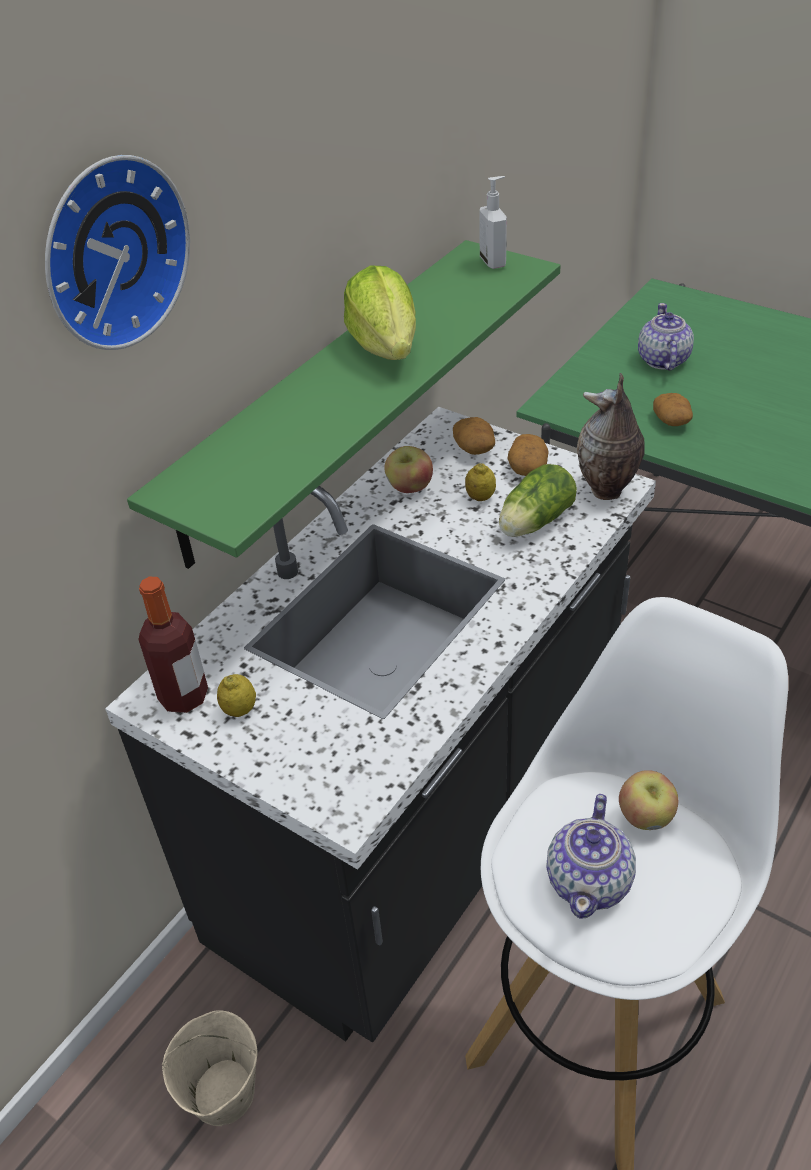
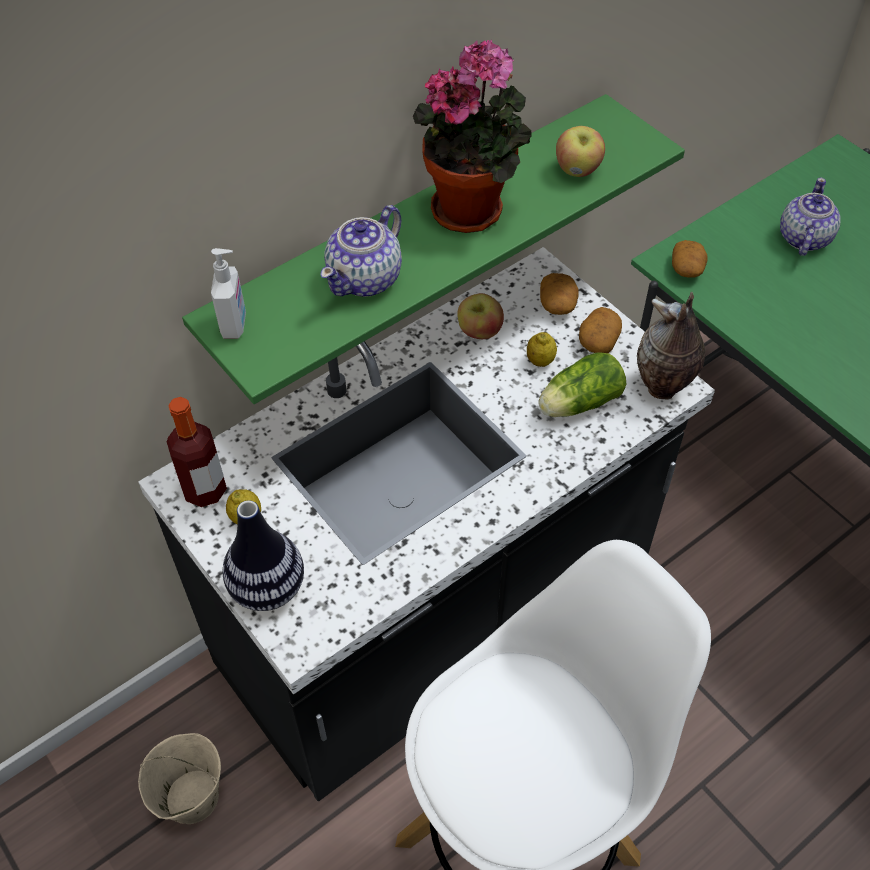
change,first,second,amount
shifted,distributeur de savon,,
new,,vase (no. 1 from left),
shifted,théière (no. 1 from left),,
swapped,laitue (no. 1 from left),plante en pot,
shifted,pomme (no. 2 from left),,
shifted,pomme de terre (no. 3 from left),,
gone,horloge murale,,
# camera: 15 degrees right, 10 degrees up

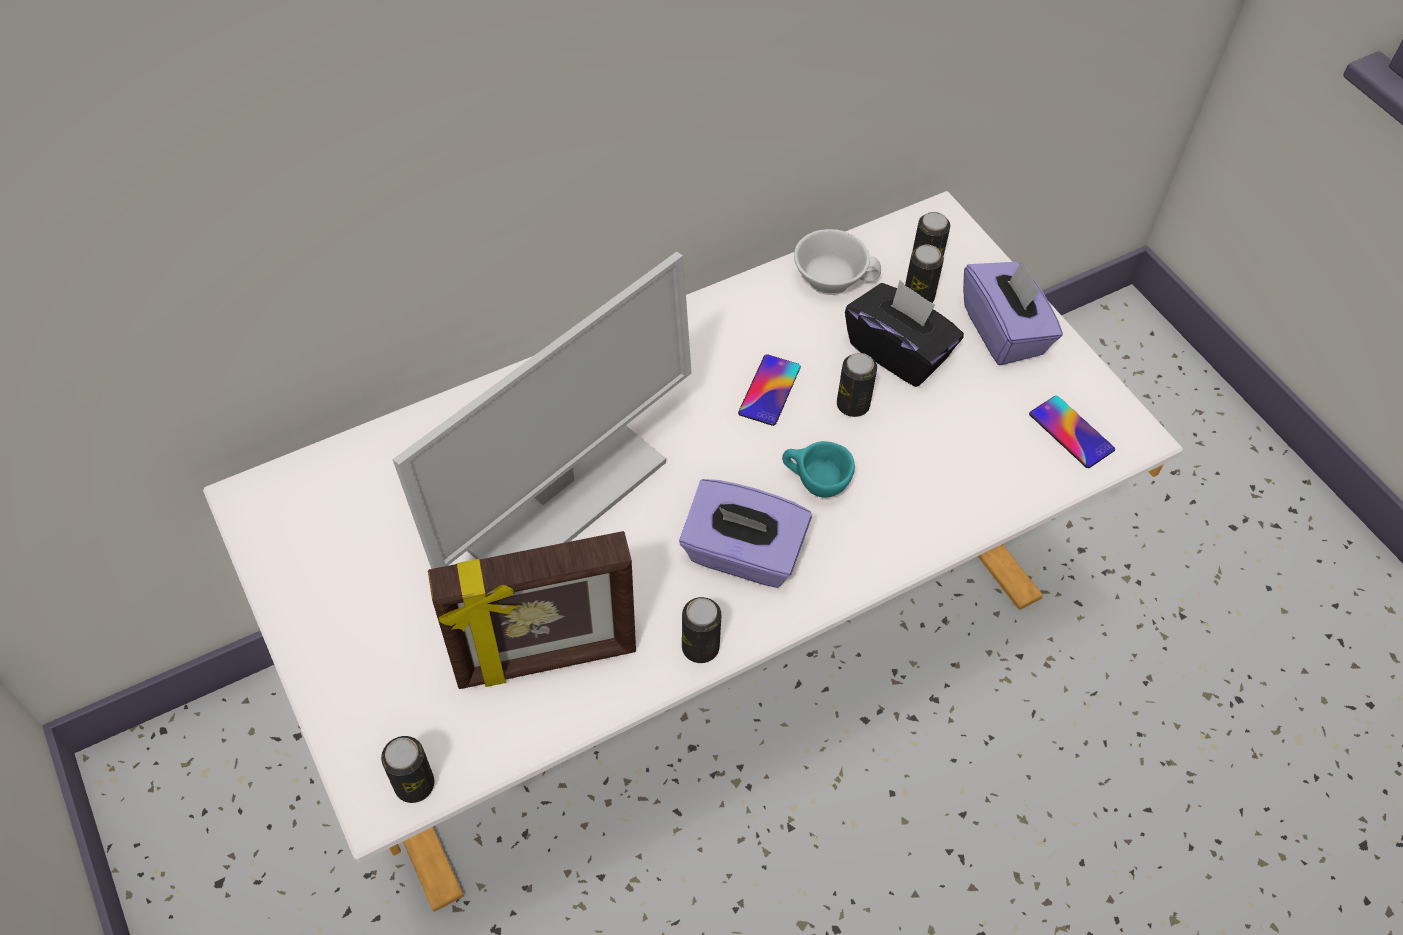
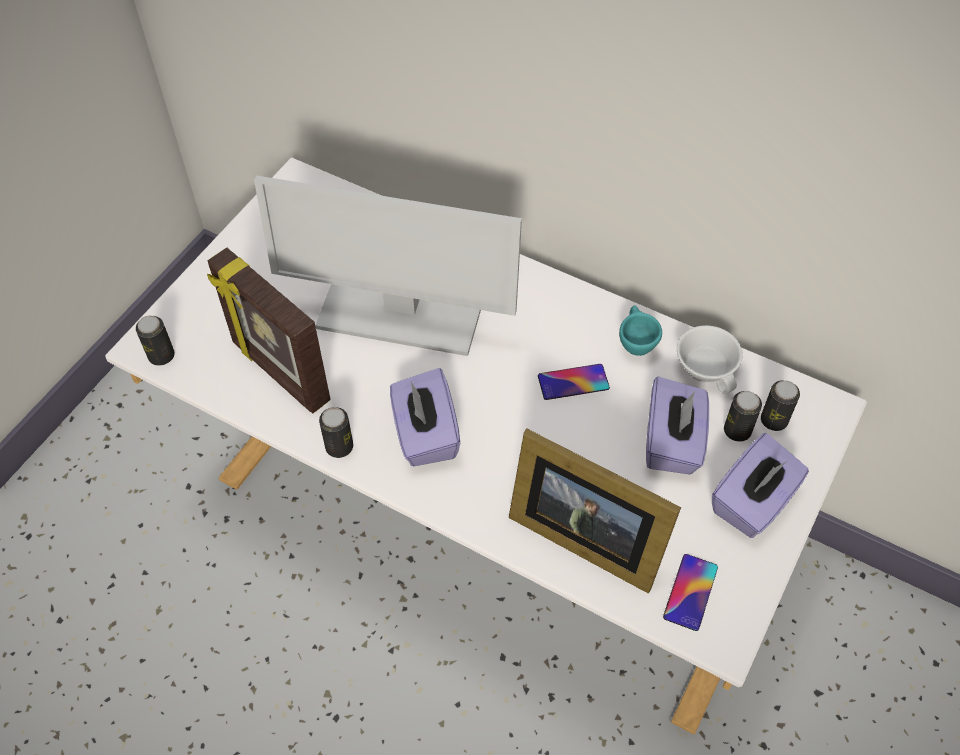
change,first,second,amount
new,,cadre photo (no. 2 from left),
shifted,tasse/turquoise,,
repainted,boîte à mouchoirs/noir,boîte à mouchoirs/violet (no. 2 from left),
gone,boîte métallique (no. 3 from left),,
# camera: 60 degrees right, 0 degrees up

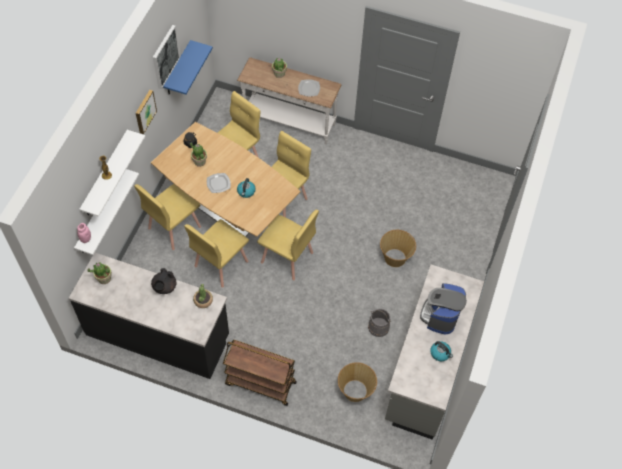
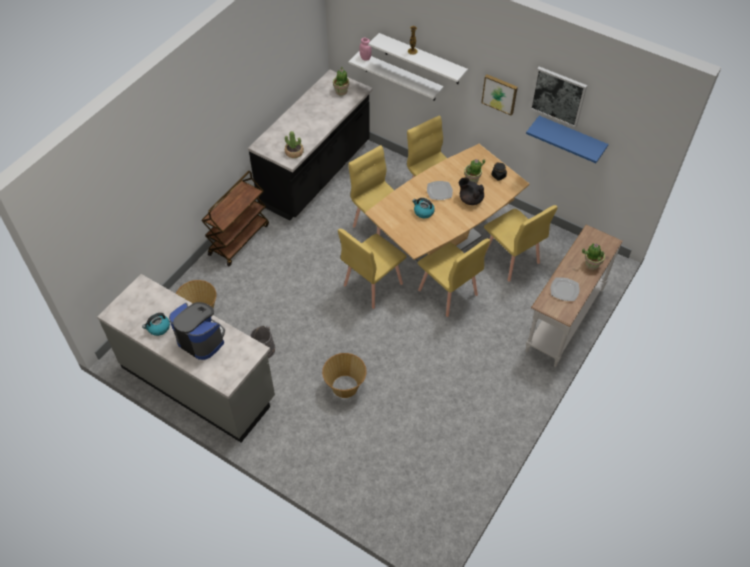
change,first,second,amount
shifted,théière/noir,,
# camera: 105 degrees right, 5 degrees down

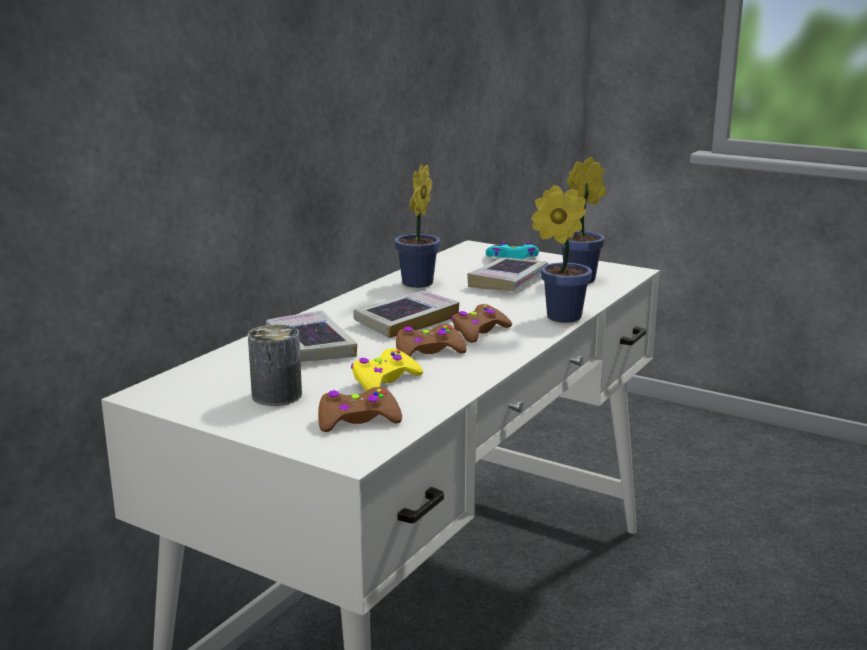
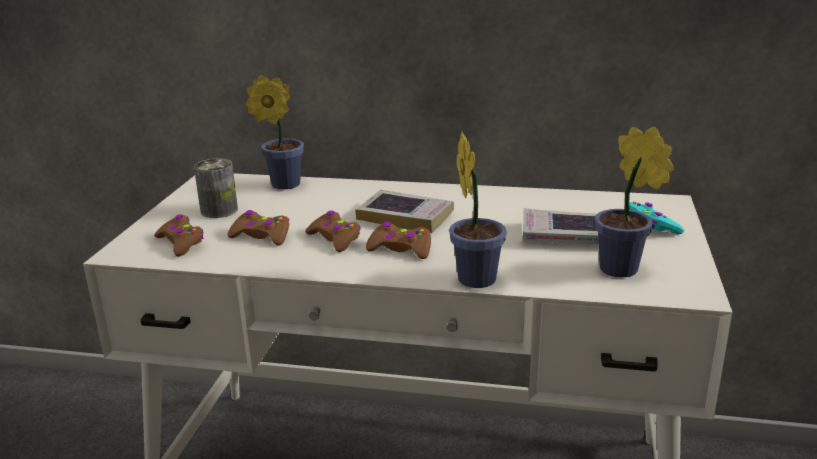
change,first,second,amount
repainted,manette/jaune,manette/marron (no. 2 from left),
shifted,plante en pot (no. 1 from left),,
gone,livre (no. 1 from left),,
# camera: 70 degrees right, 5 degrees up

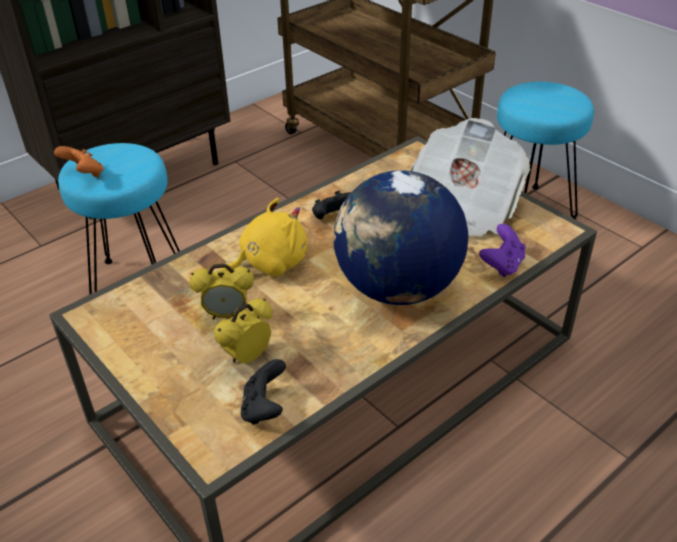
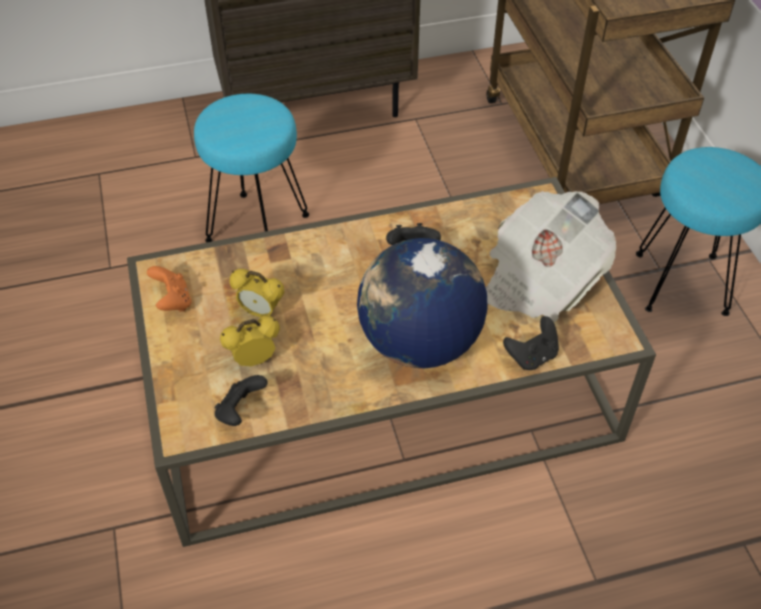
change,first,second,amount
shifted,manette/orange,,
repainted,manette/violet,manette/noir (no. 3 from left),
gone,peluche/jaune,,
# camera: 25 degrees right, 10 degrees up

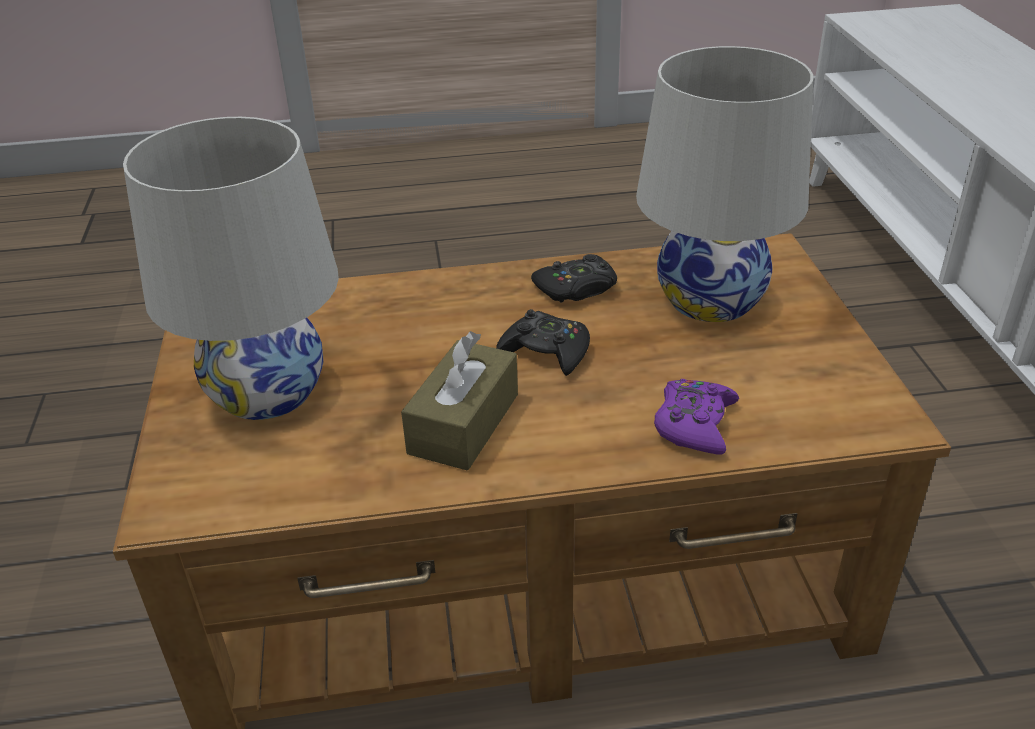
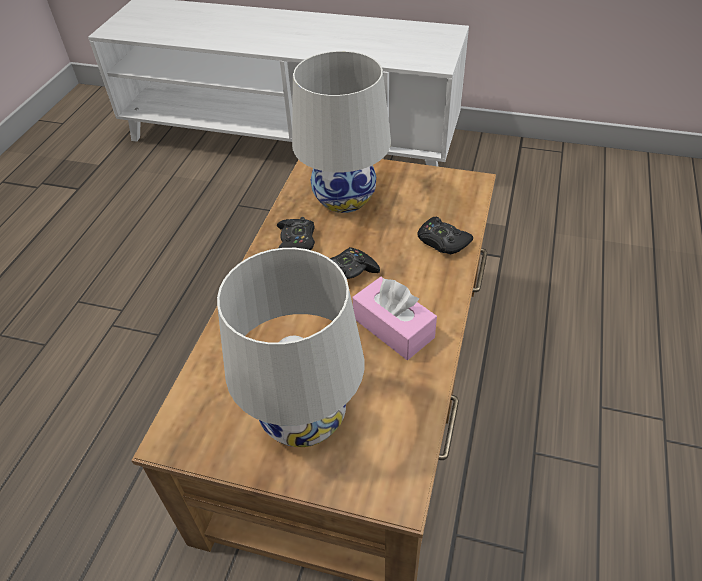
change,first,second,amount
repainted,boîte à mouchoirs/marron,boîte à mouchoirs/rose,
repainted,manette/violet,manette/noir (no. 3 from left),
# camera: 65 degrees left, 10 degrees up

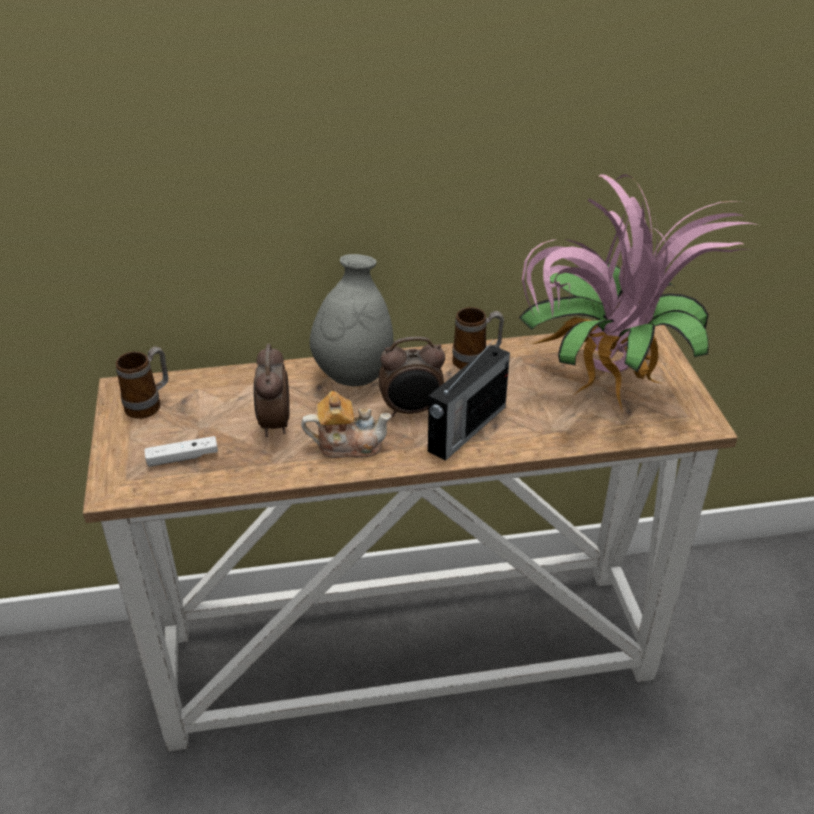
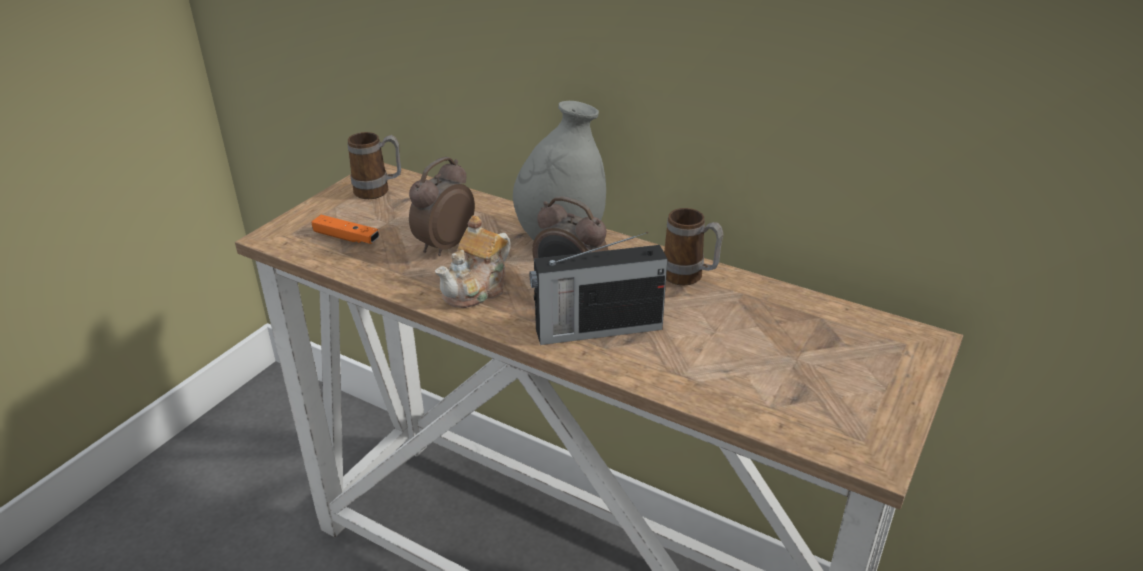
change,first,second,amount
repainted,manette/blanc,manette/orange,
rotated,théière,,90 degrees clockwise
gone,plante en pot,,
# camera: 40 degrees right, 5 degrees down

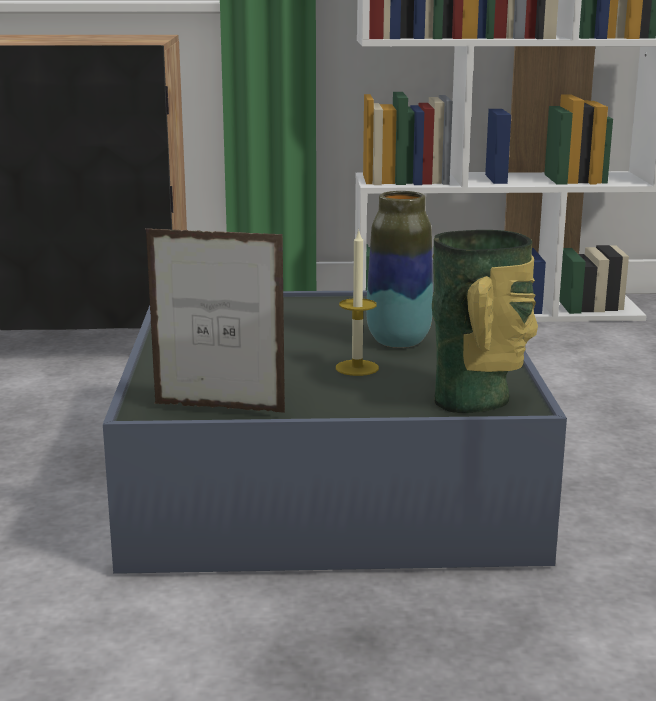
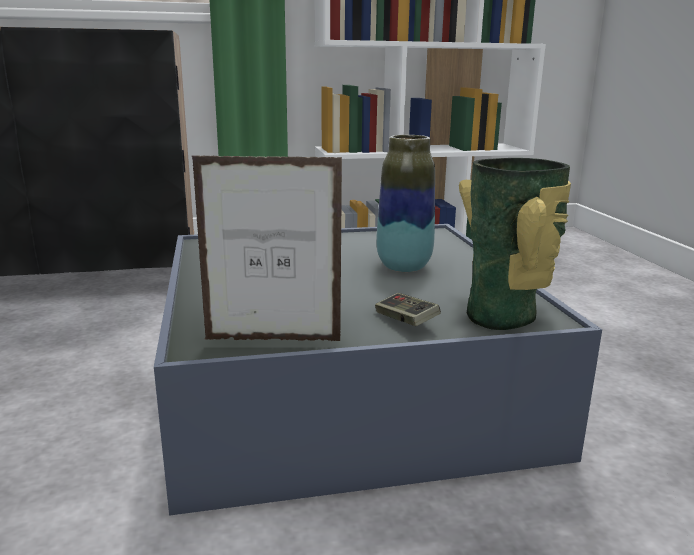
change,first,second,amount
new,,manette,
gone,bougie,,
# camera: 10 degrees left, 0 degrees up

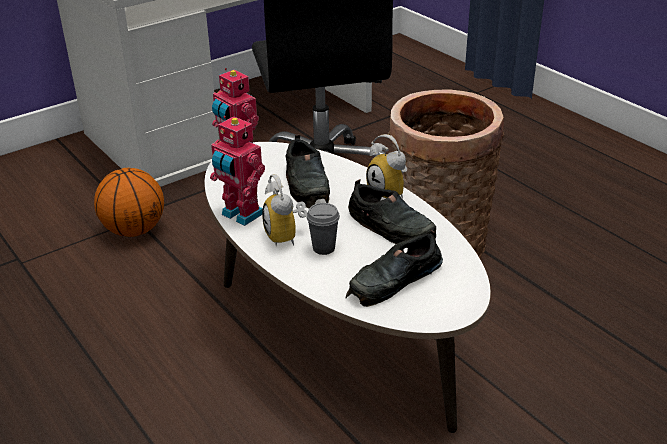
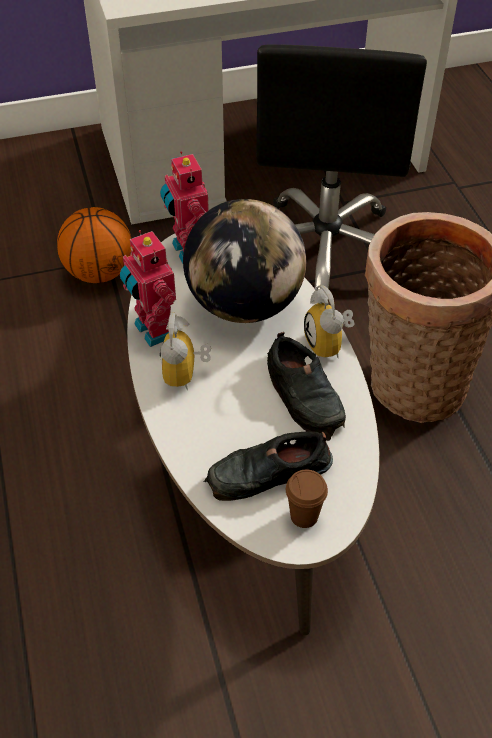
change,first,second,amount
swapped,chaussure/noir (no. 1 from left),globe,
new,,tasse/marron,
gone,tasse/gris,,
# camera: 20 degrees right, 15 degrees up

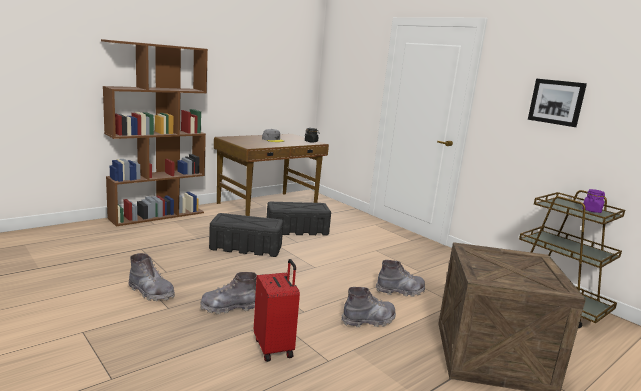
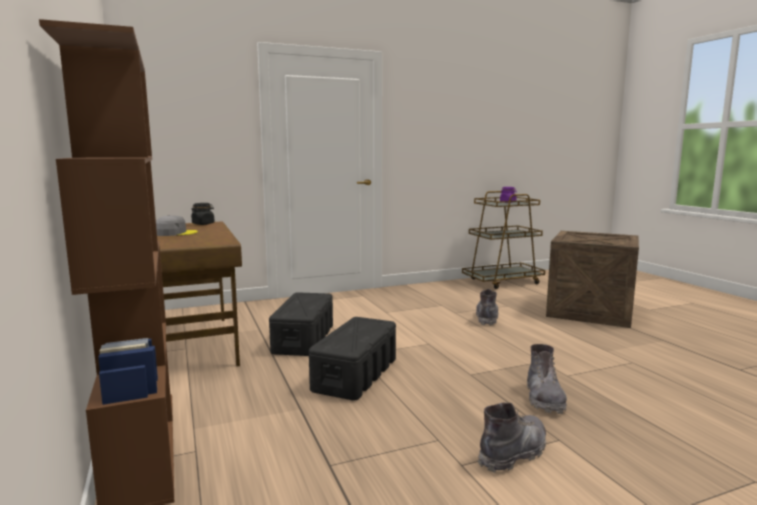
change,first,second,amount
gone,valise/rouge,,
gone,botte/gris (no. 3 from left),,
gone,tableau,,
# camera: 70 degrees left, 5 degrees down

